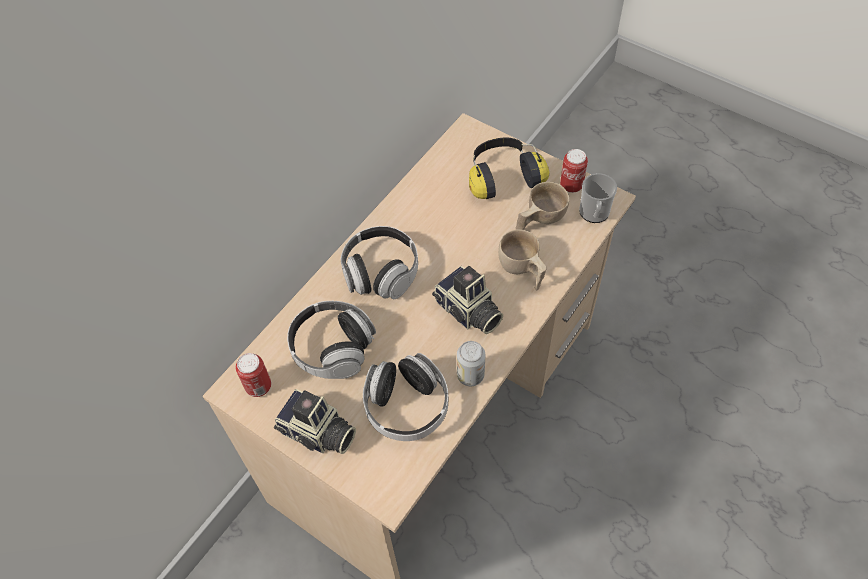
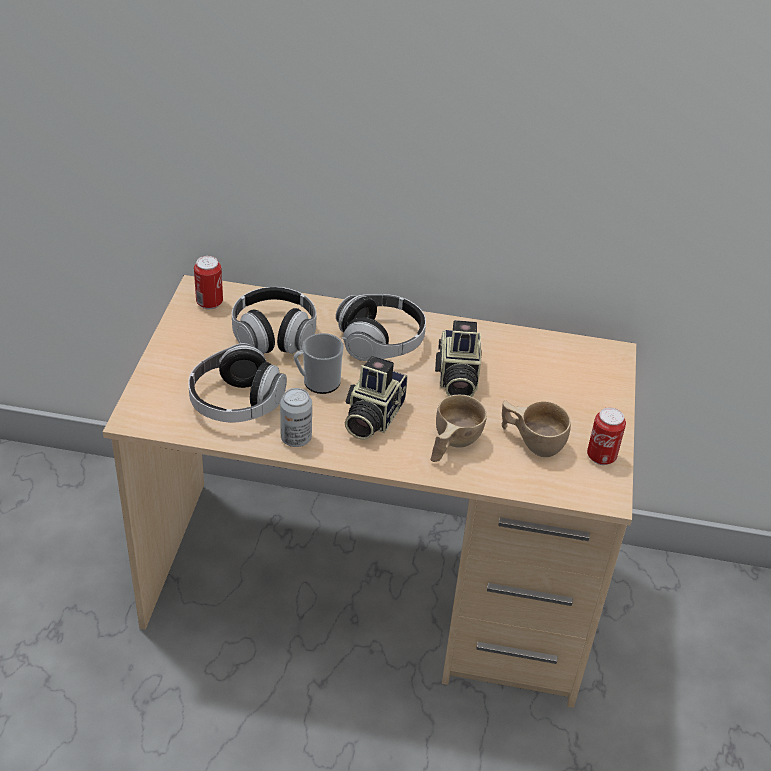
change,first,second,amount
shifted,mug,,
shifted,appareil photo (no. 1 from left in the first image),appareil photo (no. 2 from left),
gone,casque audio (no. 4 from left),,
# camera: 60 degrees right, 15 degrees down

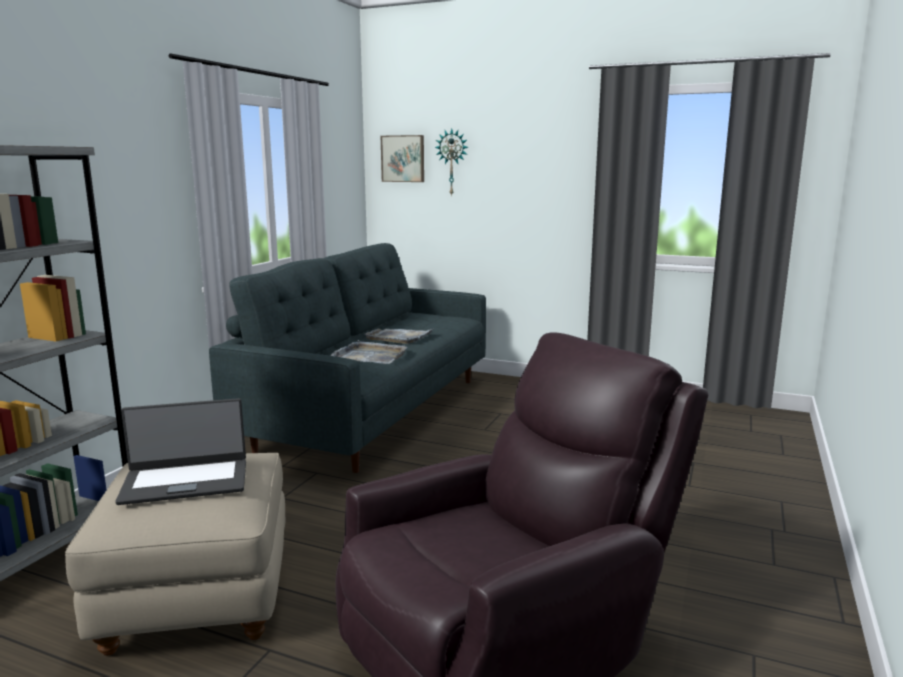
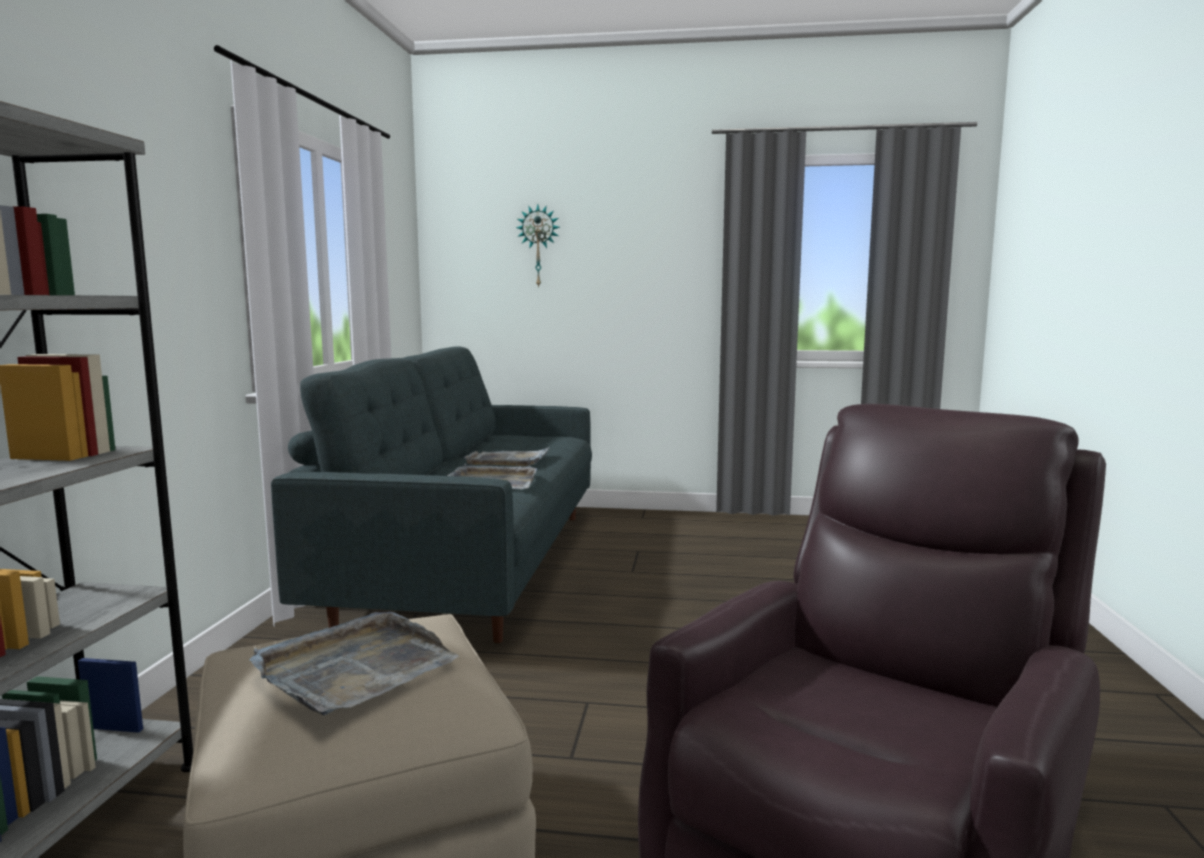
change,first,second,amount
swapped,ordinateur portable,plateau/gris (no. 1 from left),
gone,tableau,,
# camera: 15 degrees left, 5 degrees down

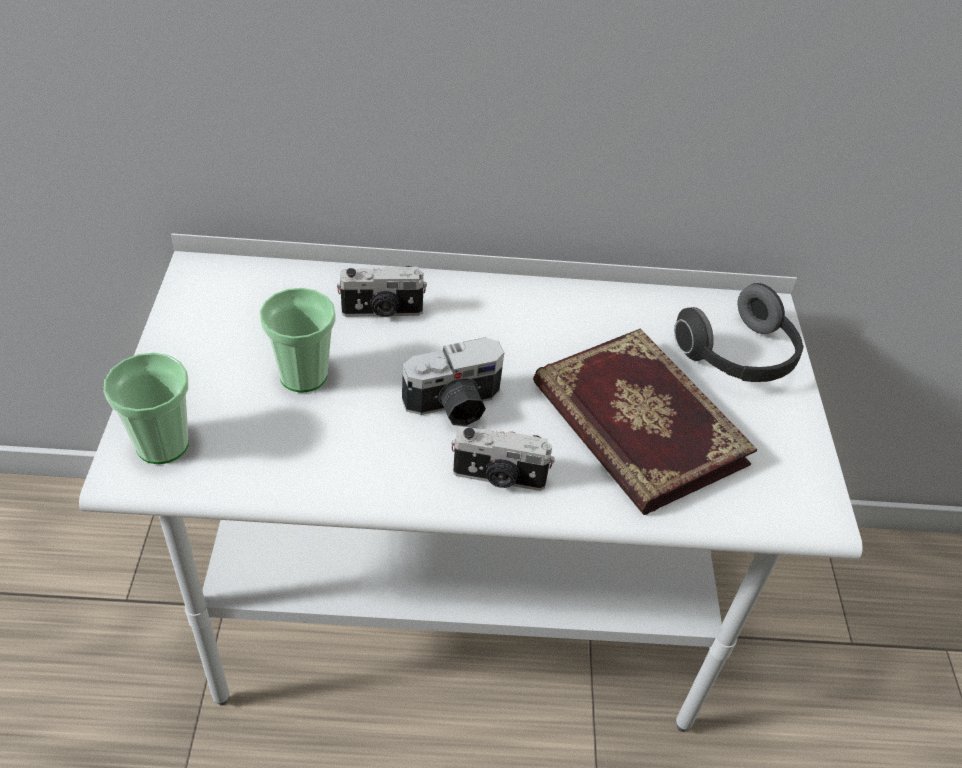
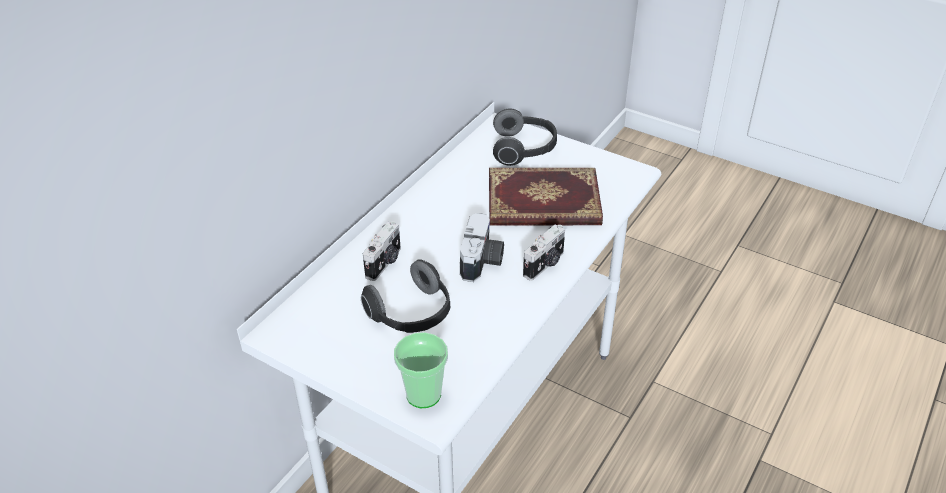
change,first,second,amount
swapped,tasse (no. 2 from left),casque audio (no. 1 from left),
# camera: 55 degrees left, 5 degrees down

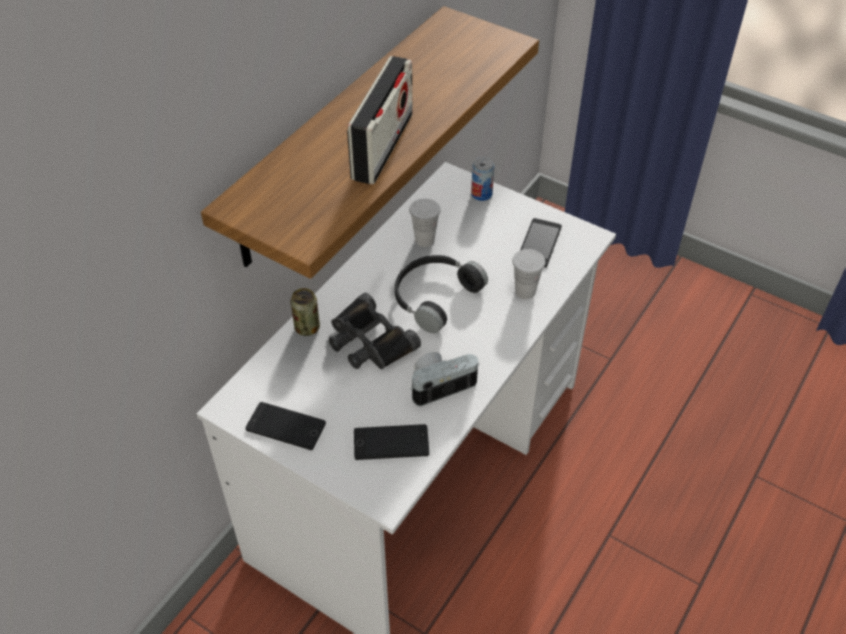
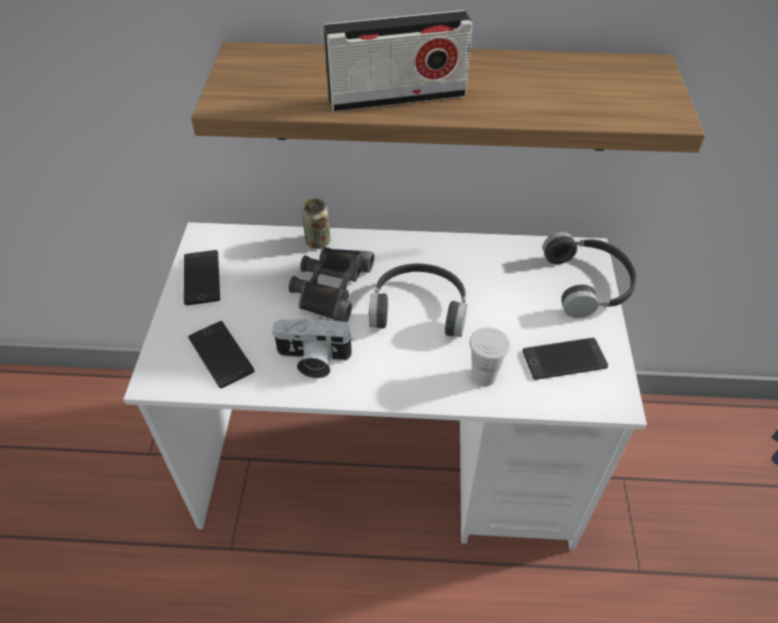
change,first,second,amount
rotated,appareil photo,,150 degrees clockwise
swapped,boîte métallique (no. 2 from left),casque audio/noir (no. 2 from left),
gone,tasse/blanc (no. 1 from left),,
# camera: 60 degrees right, 0 degrees up

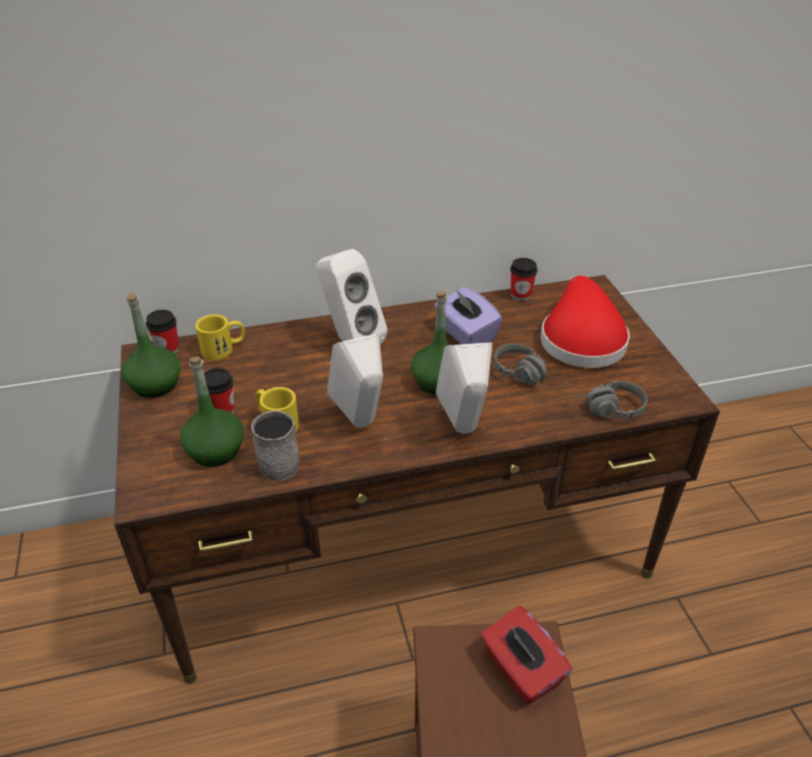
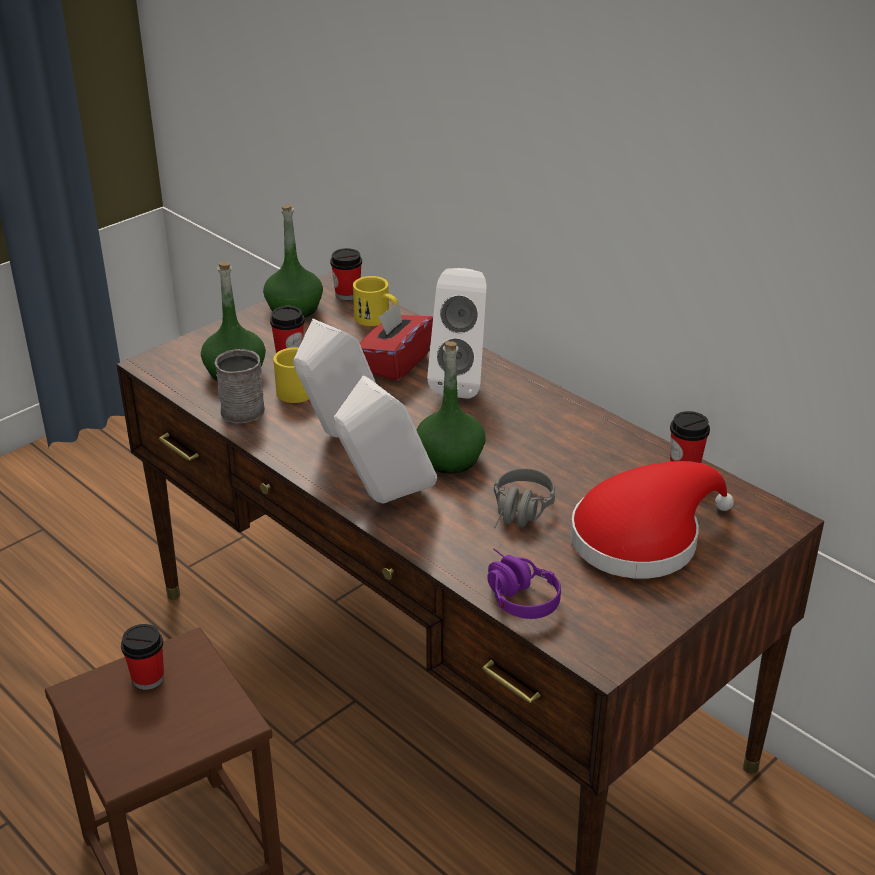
change,first,second,amount
new,,tasse (no. 1 from left),
shifted,boîte à mouchoirs/rouge,,
repainted,casque audio/gris (no. 2 from left),casque audio/violet,
gone,boîte à mouchoirs/violet,,
# camera: 60 degrees right, 5 degrees down

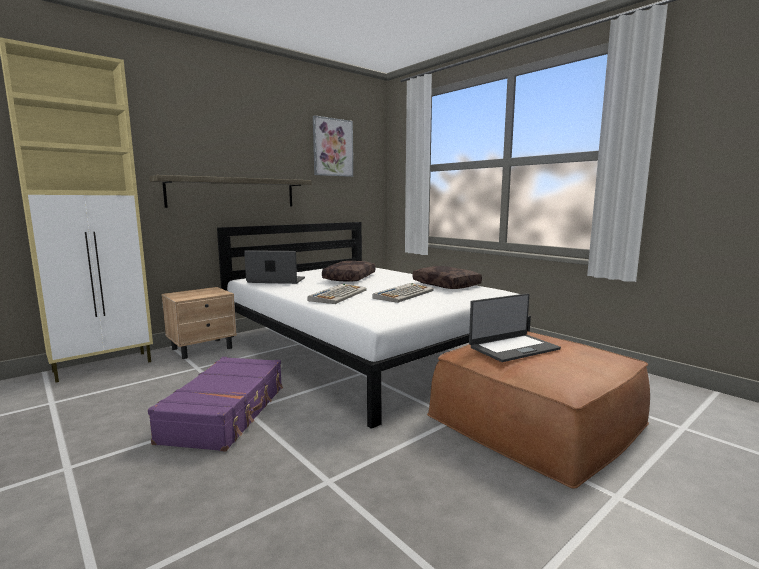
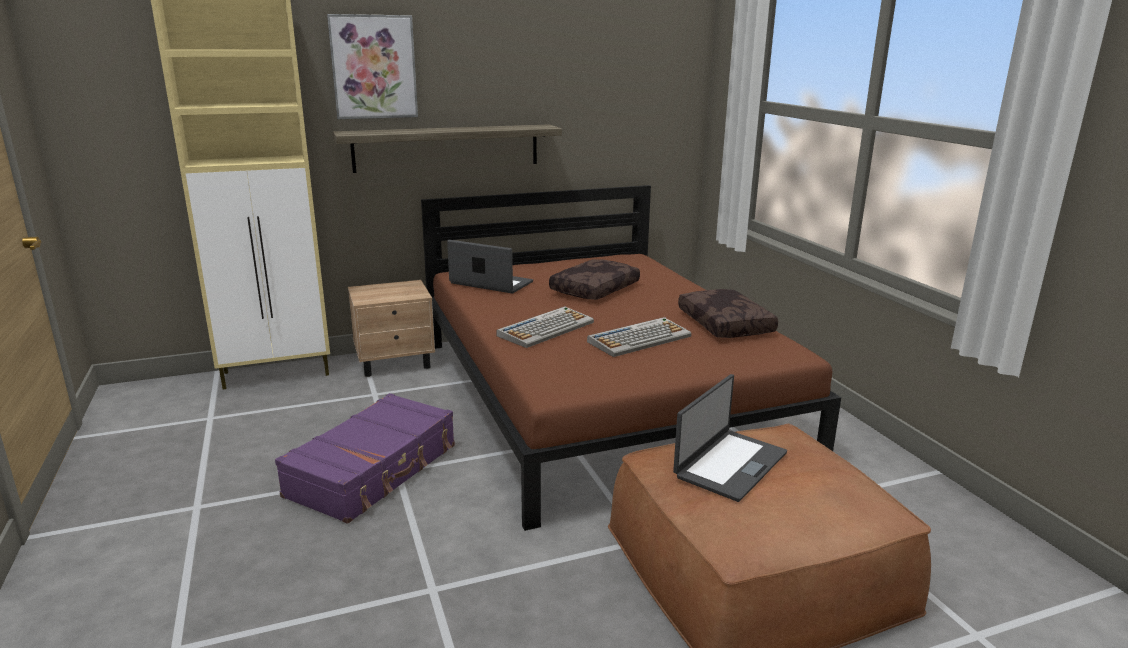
change,first,second,amount
shifted,tableau,,
repainted,lit/blanc,lit/marron,
rotated,ordinateur portable (no. 2 from left),,45 degrees counterclockwise
# camera: 20 degrees right, 10 degrees up

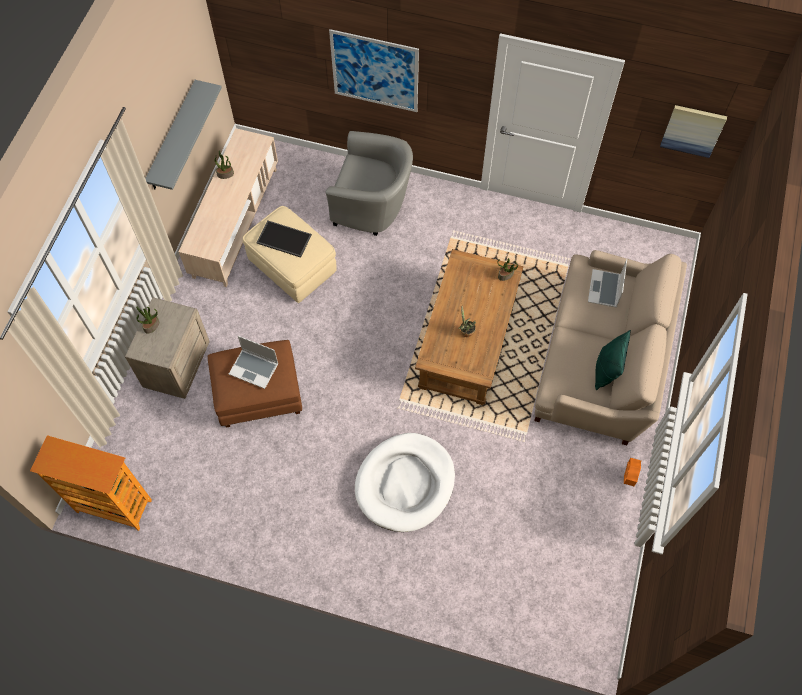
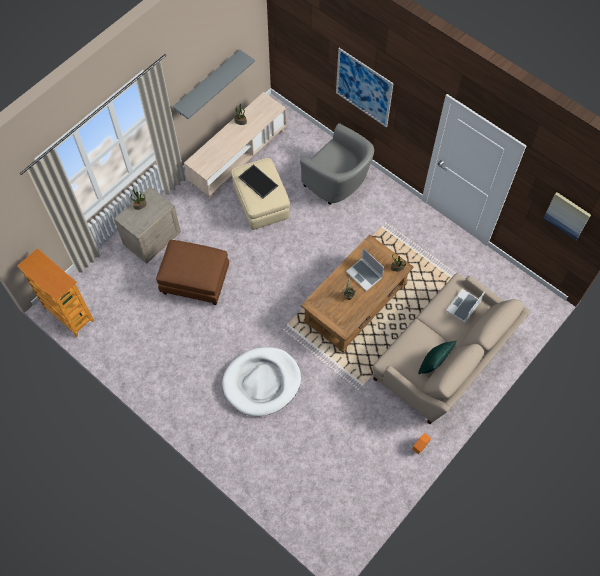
change,first,second,amount
shifted,ordinateur portable (no. 1 from left),,
# camera: 25 degrees right, 0 degrees up

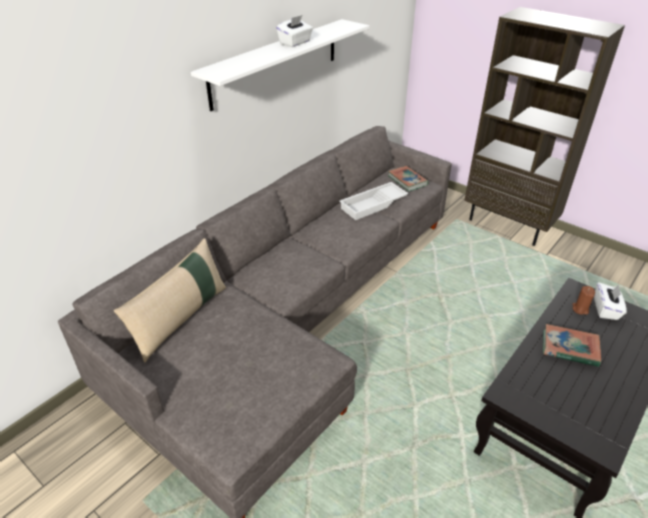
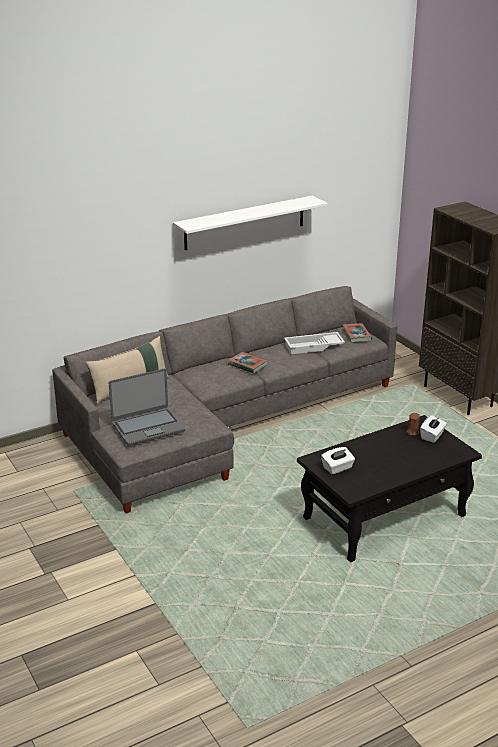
change,first,second,amount
new,,ordinateur portable,
shifted,livre (no. 2 from left in the first image),livre (no. 1 from left),
shifted,boîte à mouchoirs/blanc (no. 1 from left),,
# camera: 20 degrees right, 10 degrees down

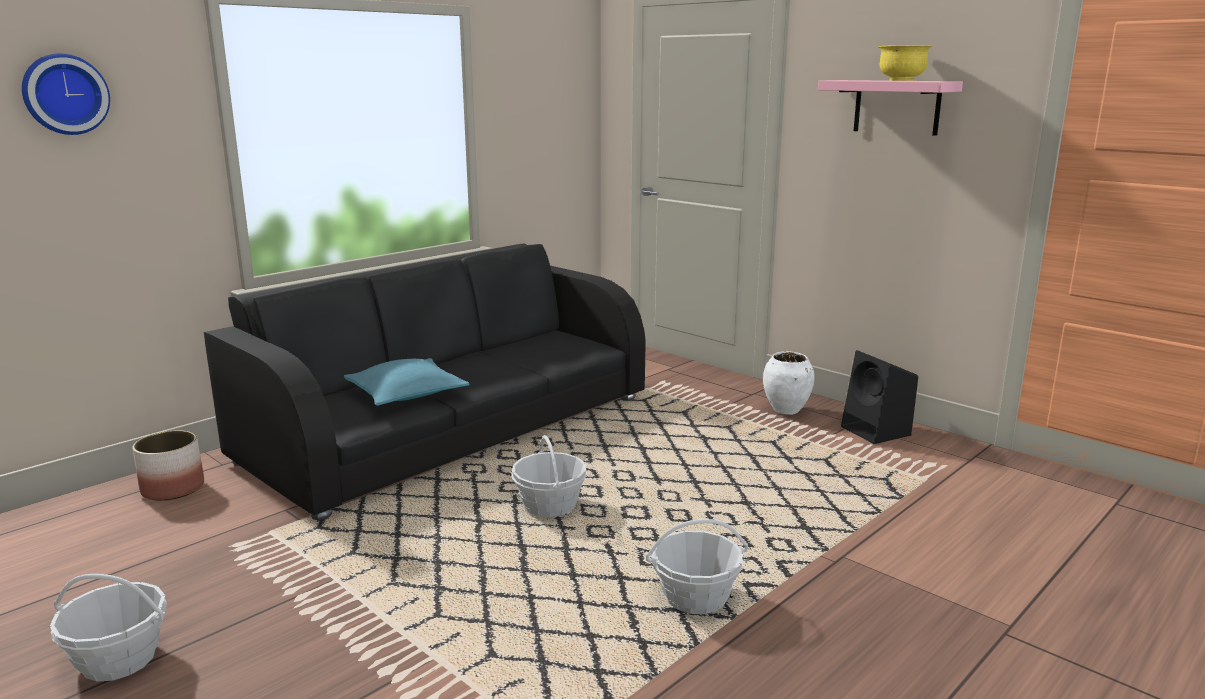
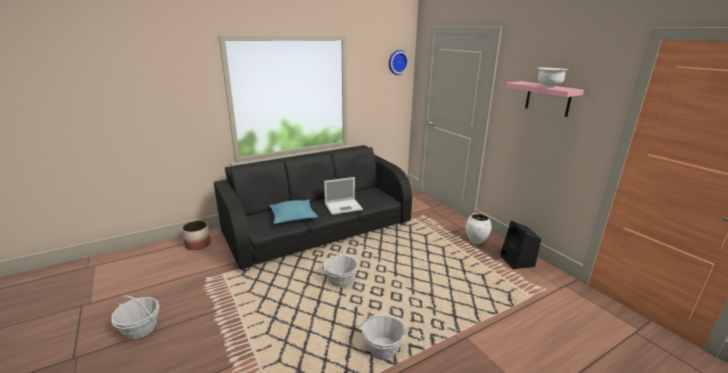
change,first,second,amount
new,,ordinateur portable,
shifted,horloge murale,,
repainted,bol/jaune,bol/blanc,
# camera: 15 degrees right, 5 degrees up

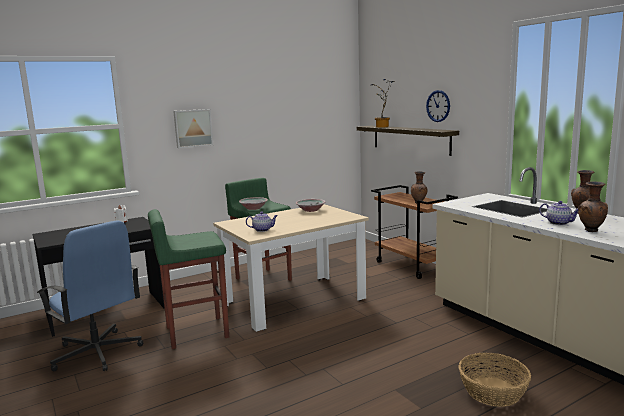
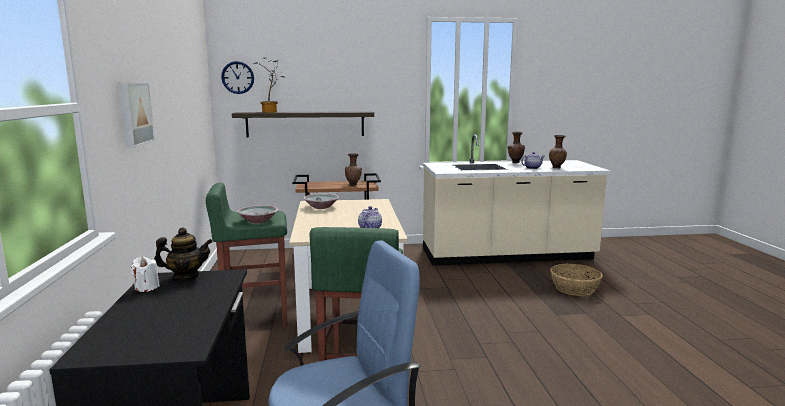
change,first,second,amount
new,,théière (no. 1 from left),
shifted,horloge murale,,
# camera: 65 degrees left, 0 degrees up

